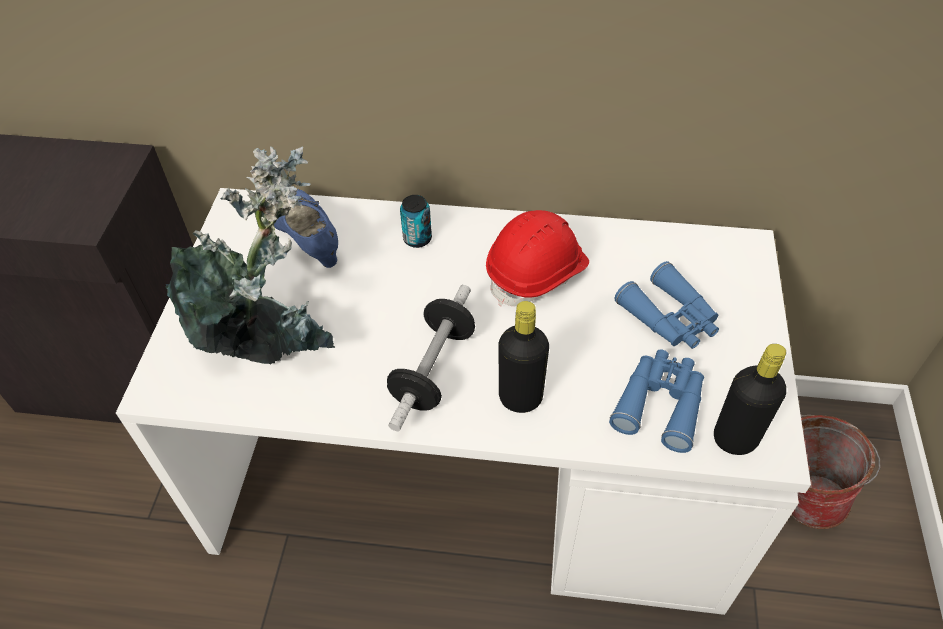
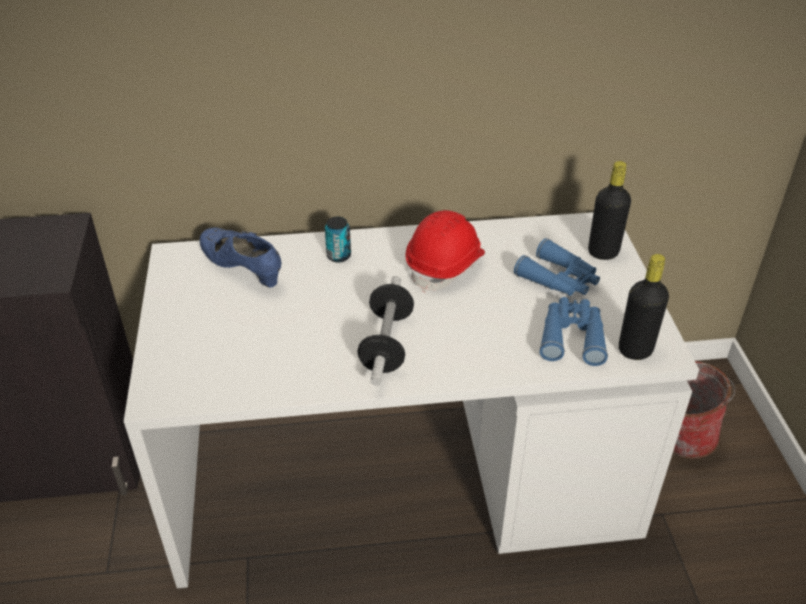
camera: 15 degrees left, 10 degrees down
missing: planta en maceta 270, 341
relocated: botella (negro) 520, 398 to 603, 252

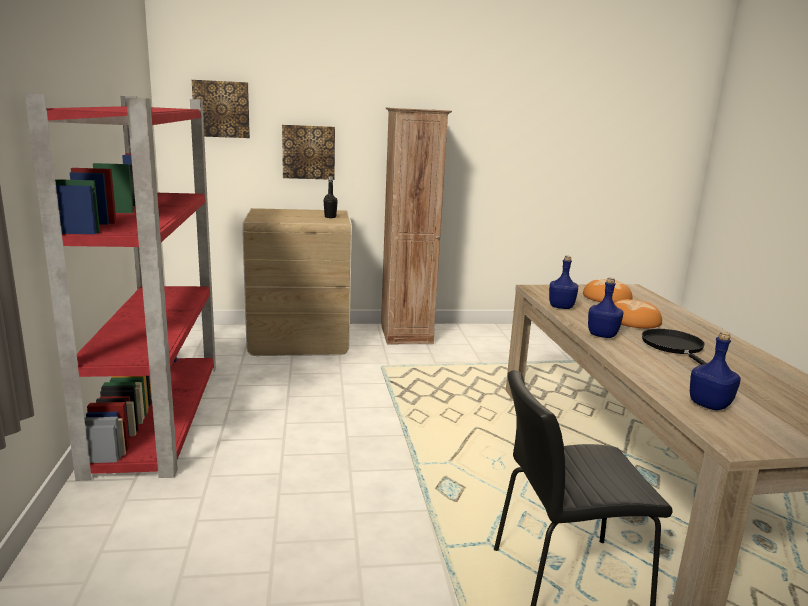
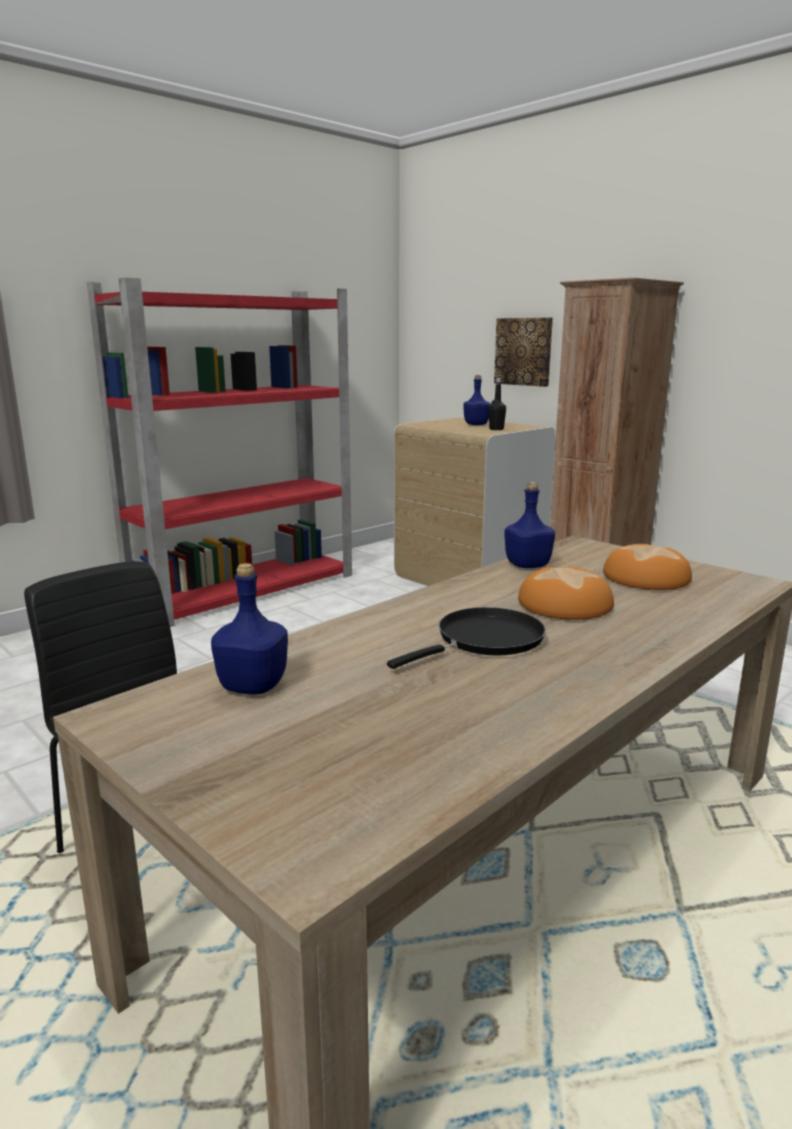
camera: 55 degrees right, 0 degrees up
missing: cuadro 221, 109
relocated: botella (azul) 603, 335 to 476, 424

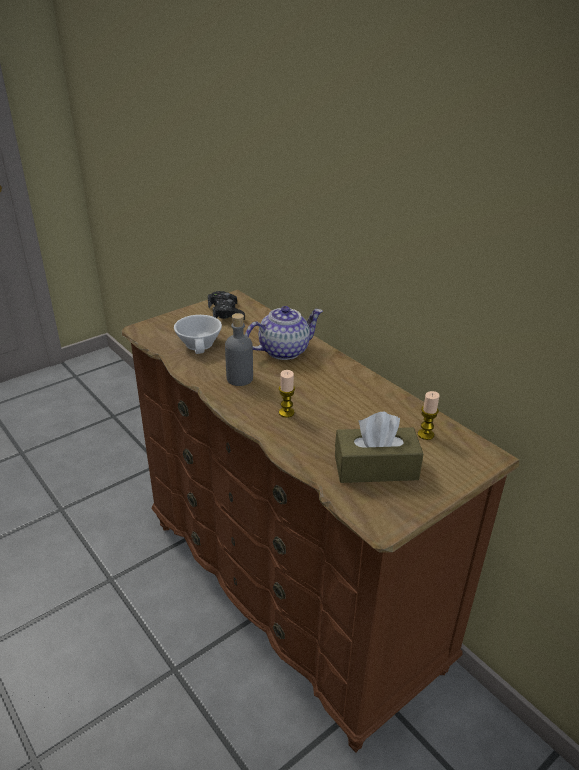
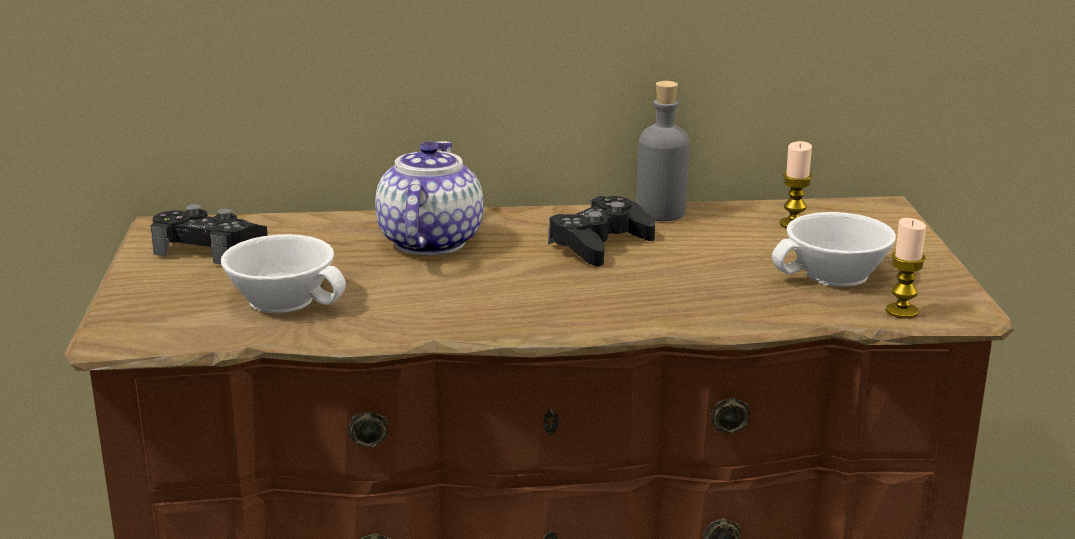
camera: 55 degrees left, 10 degrees down
appeared: mando de consola (negro) 600, 243
relocated: botella (gris) 239, 378 to 661, 212; vela 286, 412 to 902, 311
exchanged: caja de pañuelos (marrón) 376, 468 to taza (blanco) 835, 276

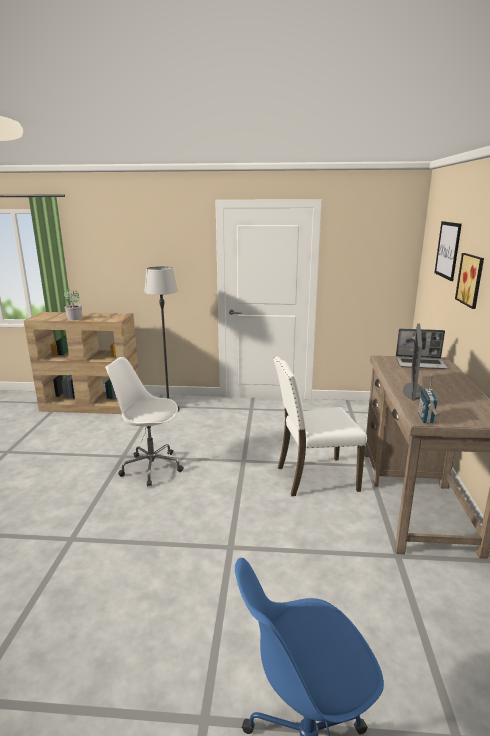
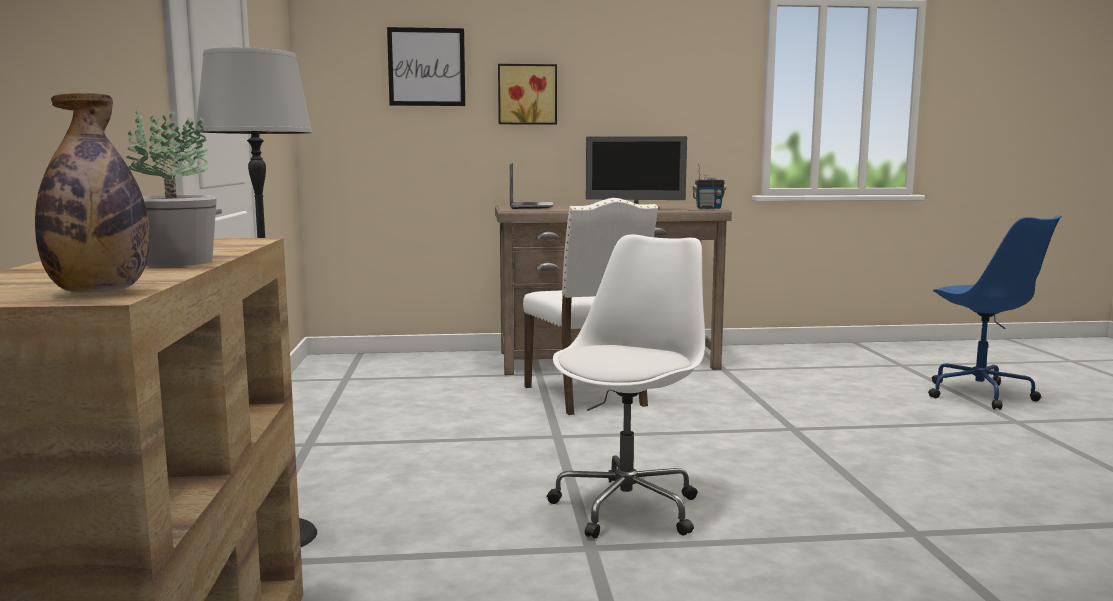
camera: 100 degrees left, 10 degrees down
appeared: botella 99, 292
spun: silla de oficina (blanco) 150, 468 = 628, 507 150 degrees counterclockwise

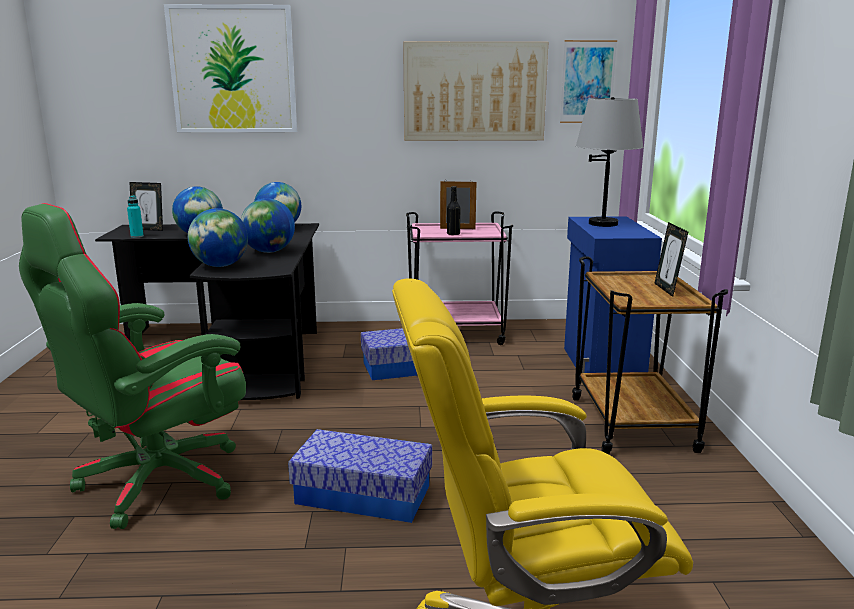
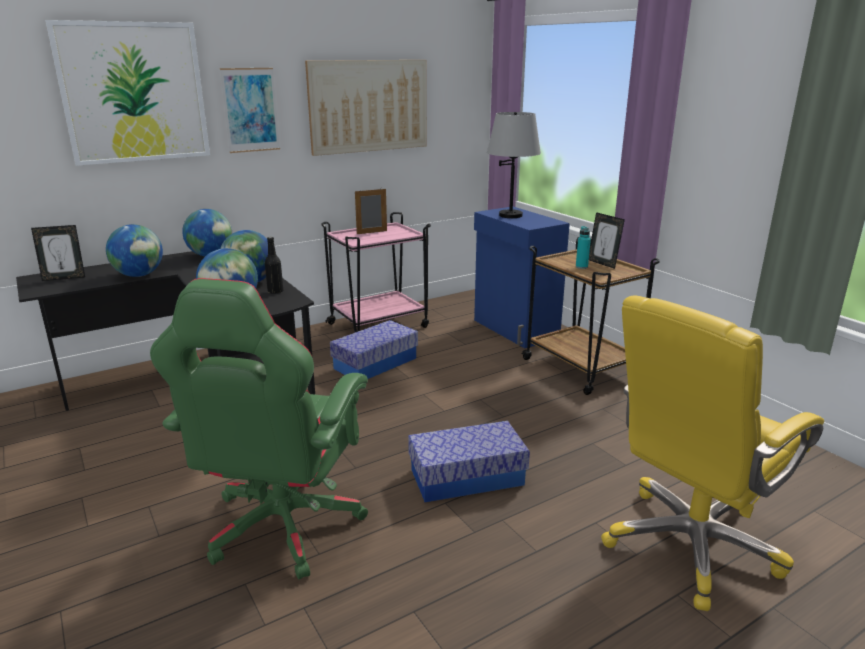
camera: 30 degrees left, 5 degrees up
relocated: cuadro 587, 82 to 250, 110; botella (negro) 453, 234 to 275, 291; botella (turquesa) 137, 236 to 581, 267

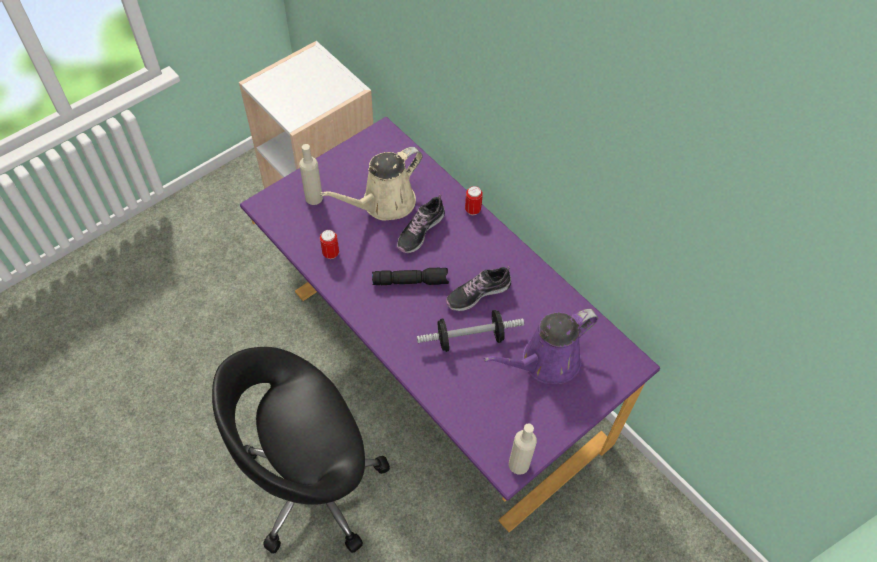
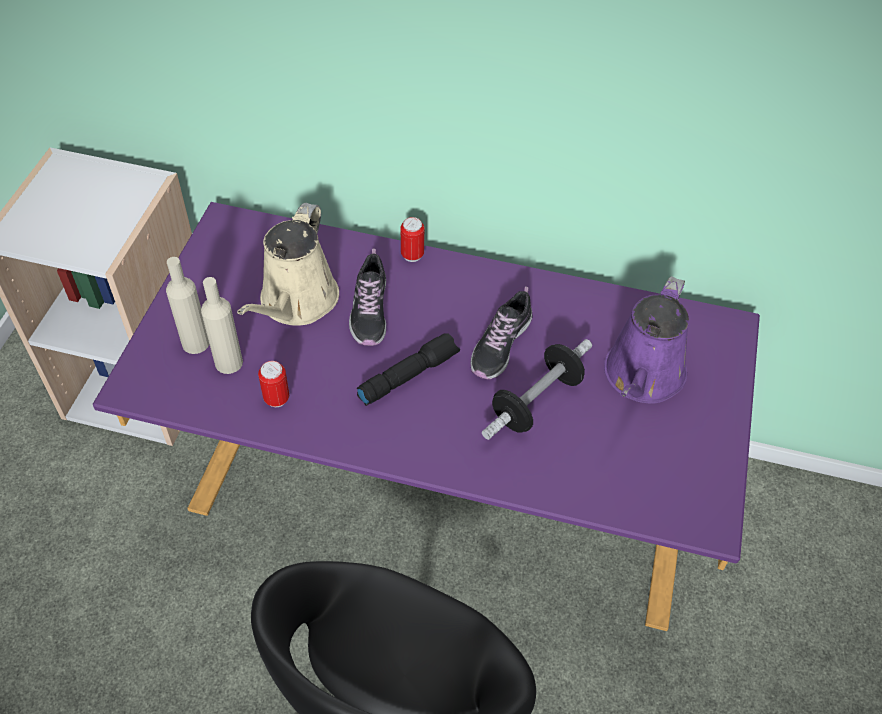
camera: 35 degrees left, 5 degrees down
relocated: botella (beis) 519, 464 to 229, 362

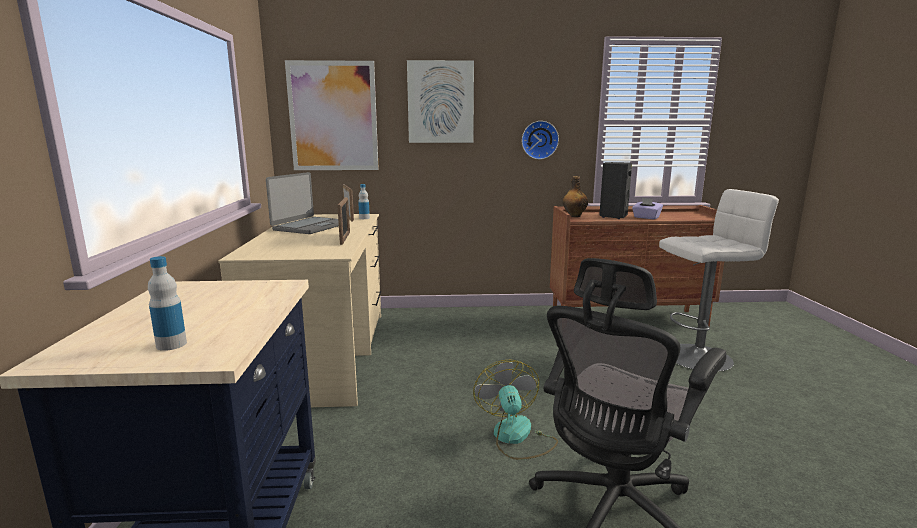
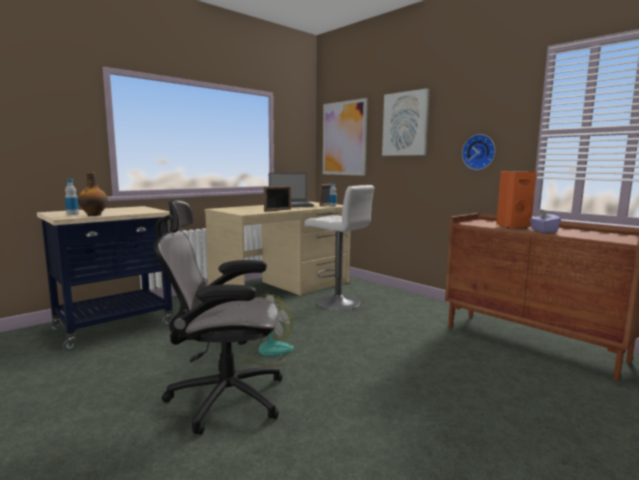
camera: 50 degrees right, 5 degrees down
relocated: botella 574, 216 to 94, 215; taburete (blanco) 699, 358 to 338, 303
colour: altavoz (negro) 612, 216 to altavoz (naranja) 512, 226

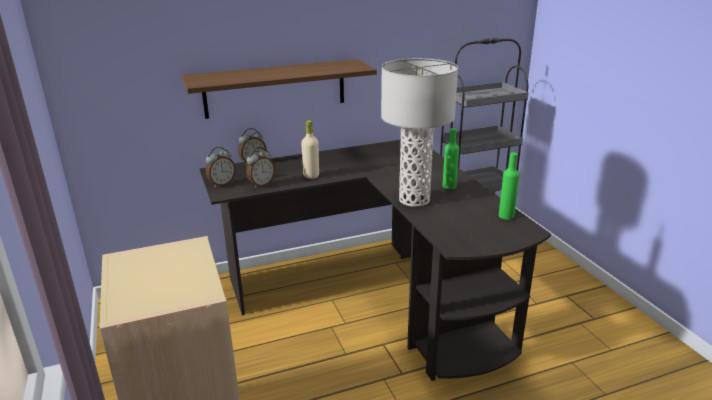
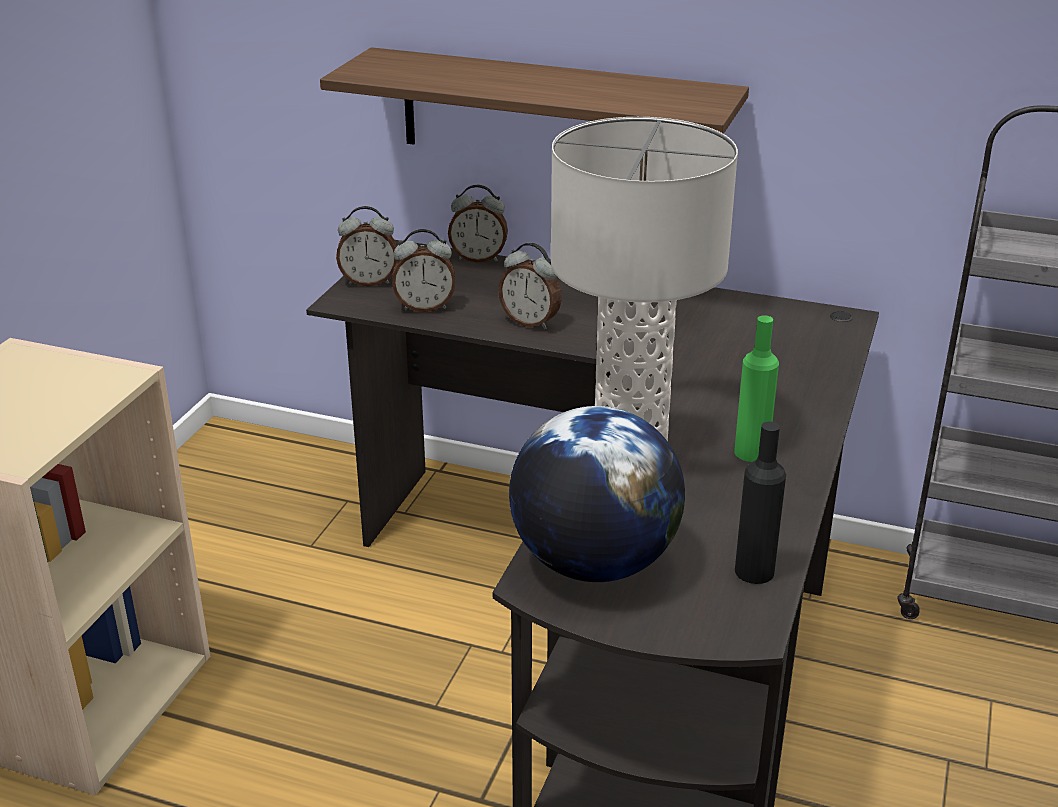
camera: 40 degrees right, 5 degrees up
appeared: globo terráqueo 594, 563
exchanged: botella (beis) 311, 176 to despertador 531, 322
colour: botella (verde) 506, 216 to botella (negro) 754, 571

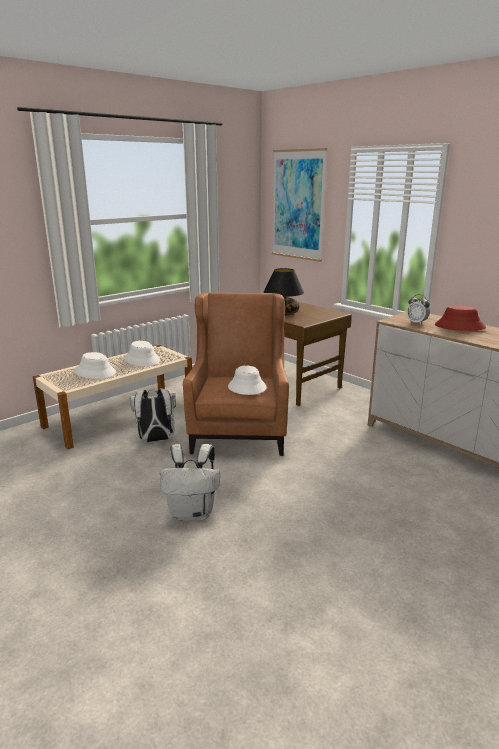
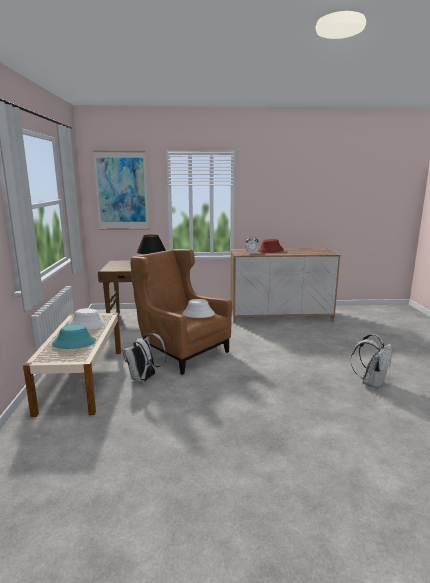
camera: 50 degrees left, 5 degrees down
relocated: mochila (blanco) 193, 513 to 371, 383
colour: sombrero (blanco) 95, 372 to sombrero (turquesa) 74, 343

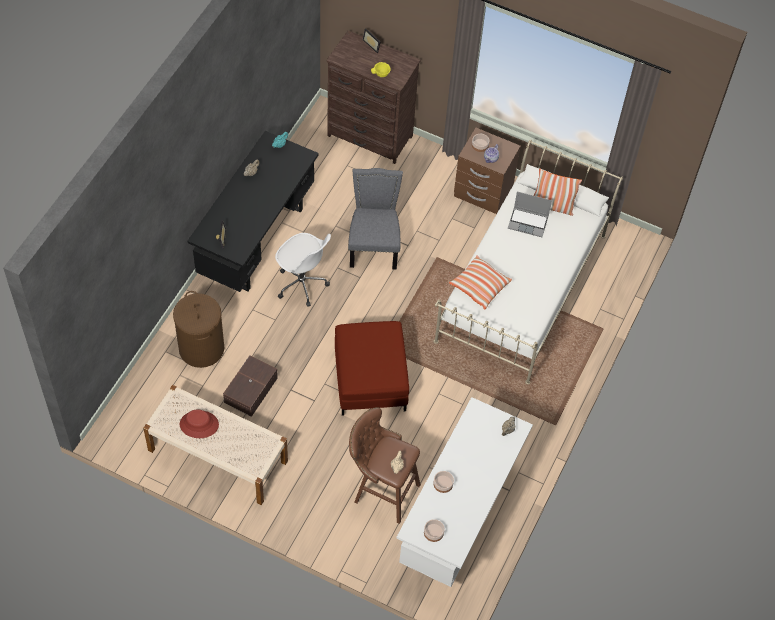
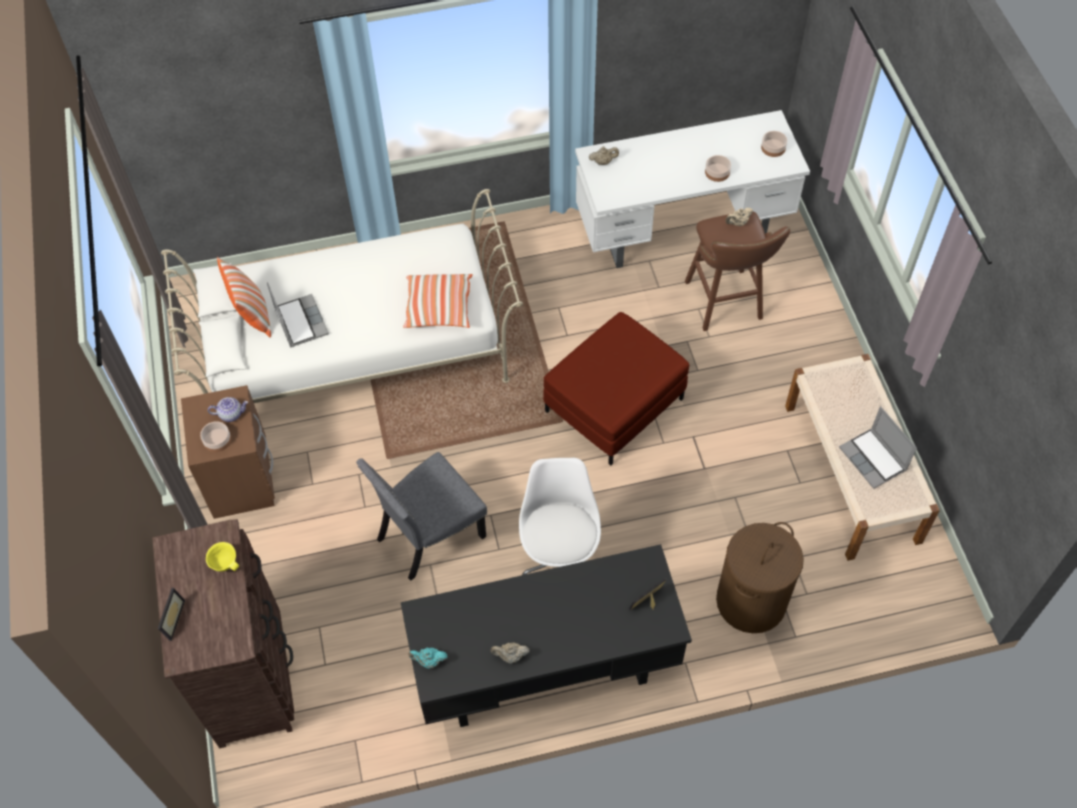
camera: 125 degrees left, 0 degrees up
missing: caja de almacenaje (marrón) 249, 390
exchanged: sombrero (rojo) 199, 425 to portátil 874, 459

